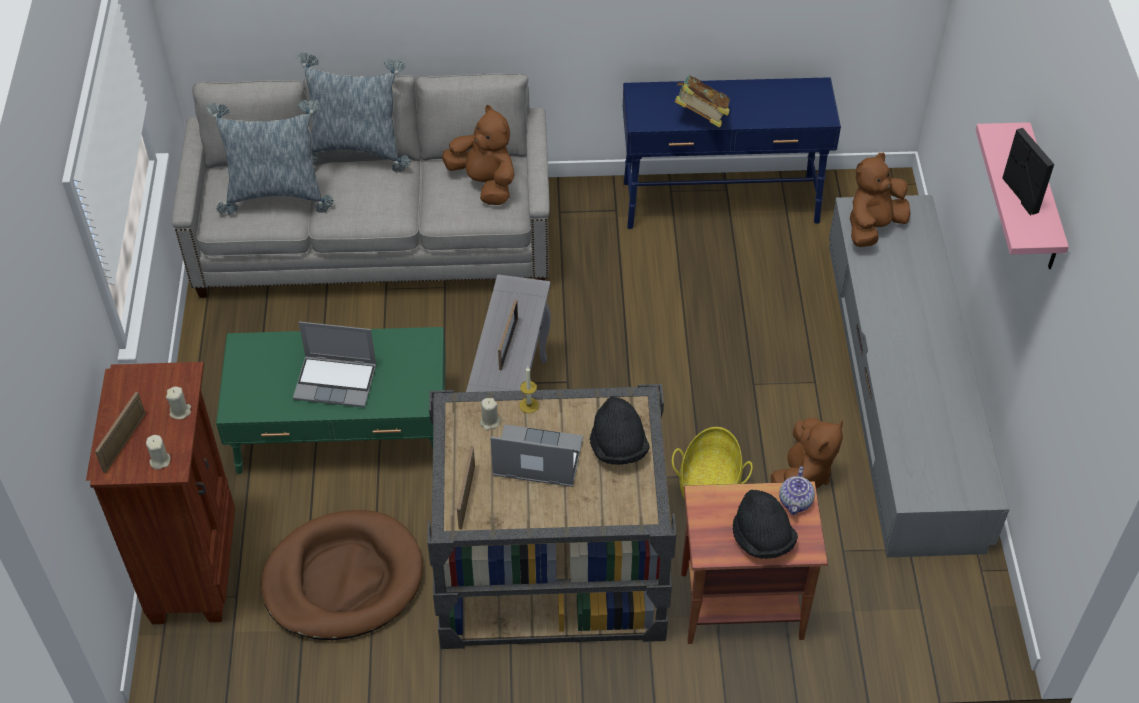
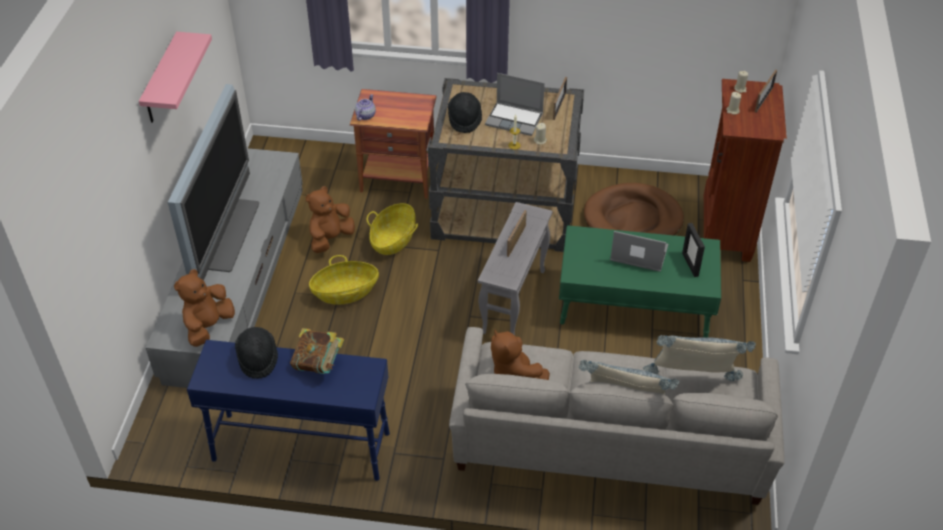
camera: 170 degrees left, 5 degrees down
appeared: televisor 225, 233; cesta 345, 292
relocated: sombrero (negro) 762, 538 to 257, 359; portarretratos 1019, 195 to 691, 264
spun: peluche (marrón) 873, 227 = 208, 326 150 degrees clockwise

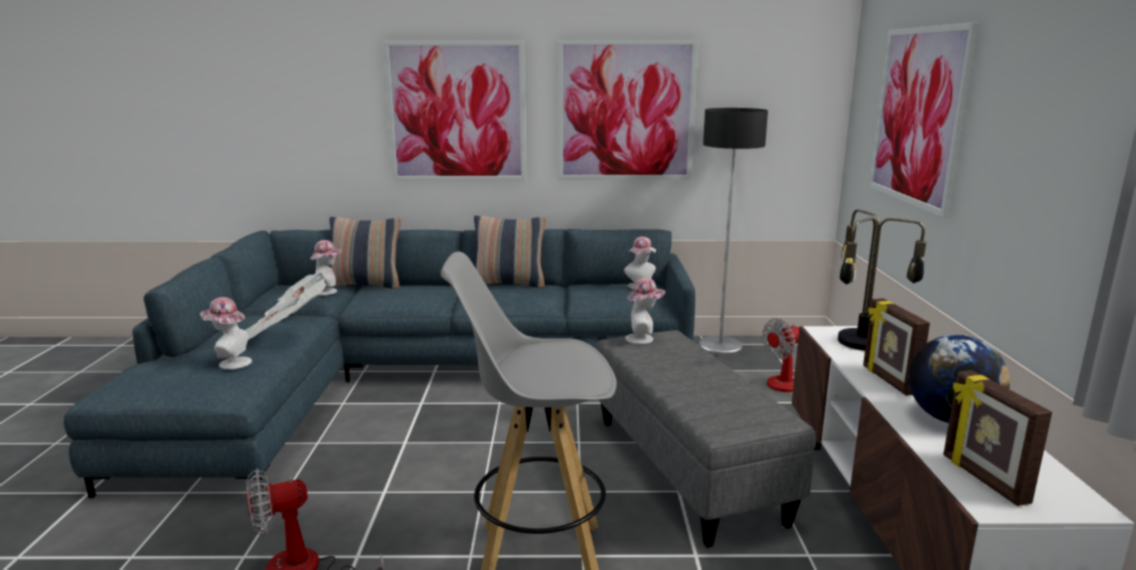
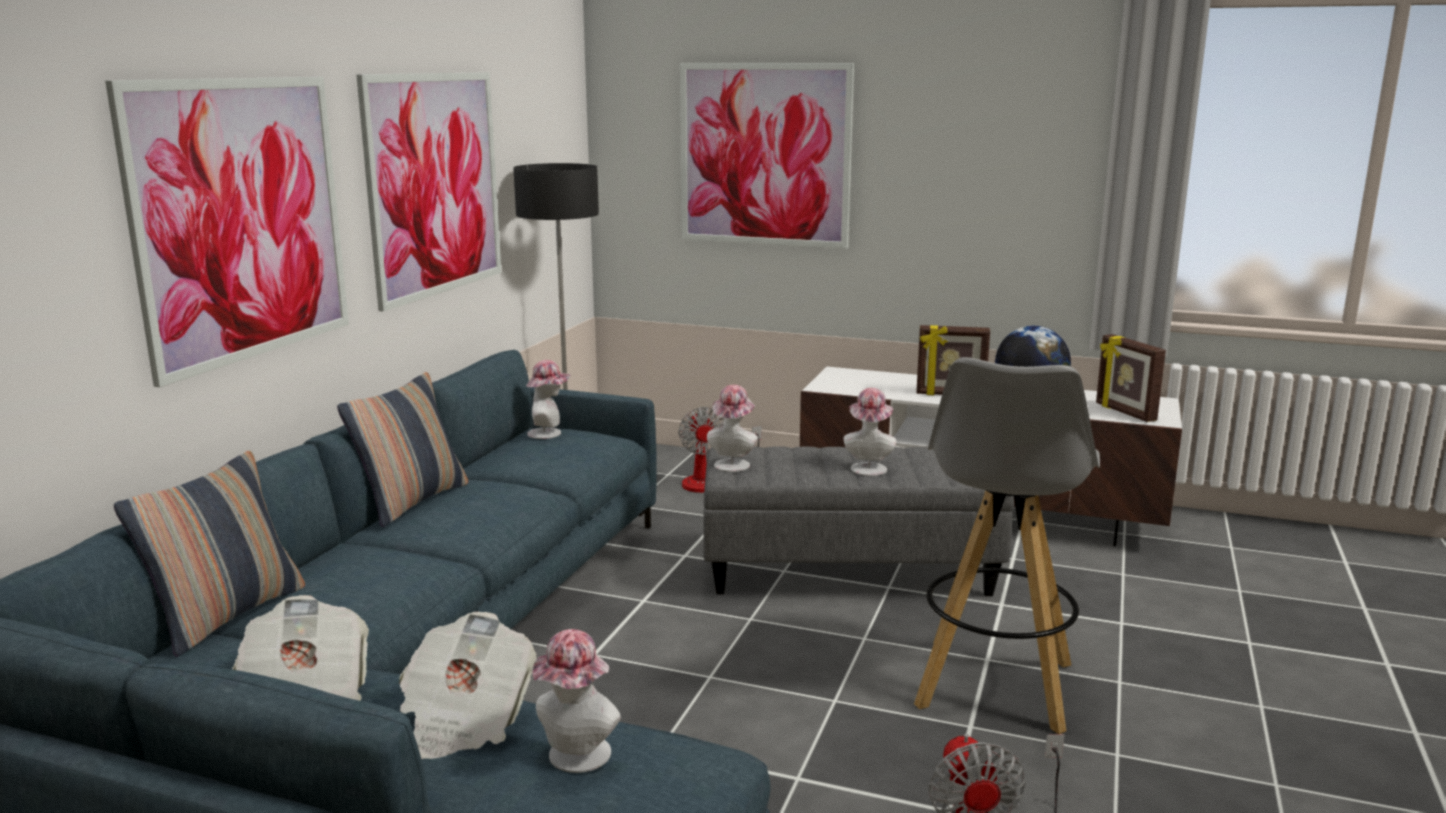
camera: 70 degrees left, 0 degrees up
missing: lámpara de mesa 861, 342
relocated: sombrero 328, 291 to 868, 467
spun: portarretratos 983, 479 = 1124, 412 60 degrees clockwise

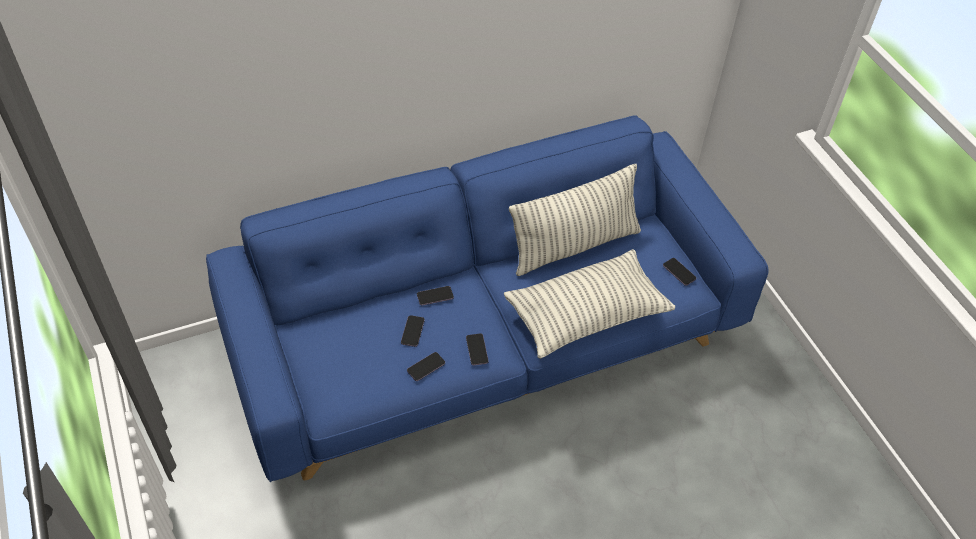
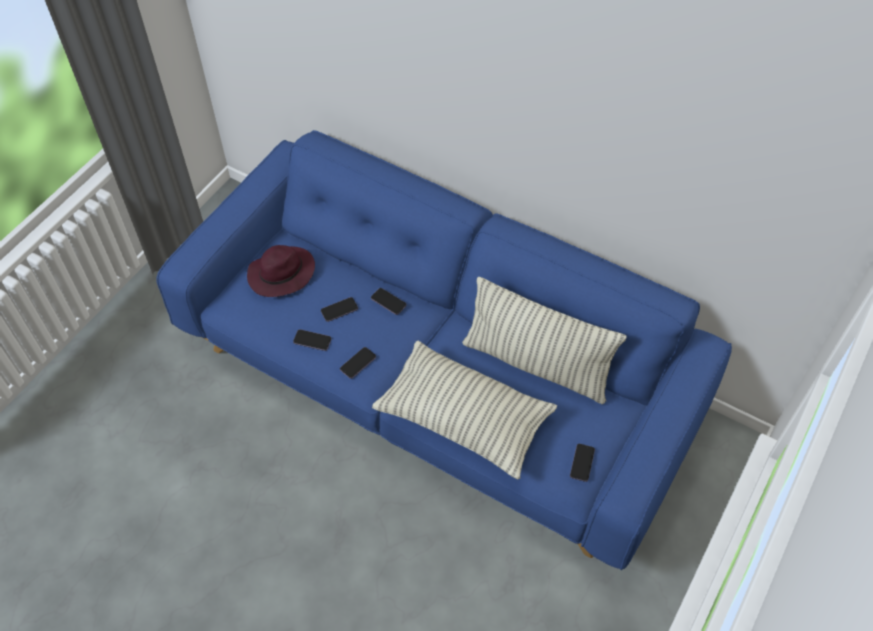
camera: 55 degrees right, 5 degrees up
appeared: sombrero (morado) 281, 275

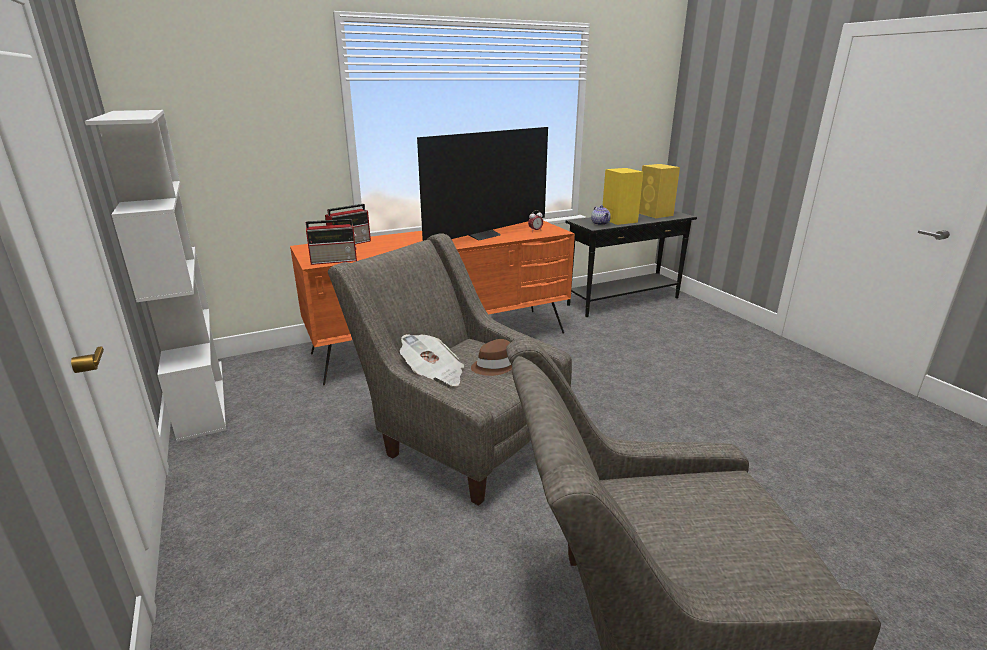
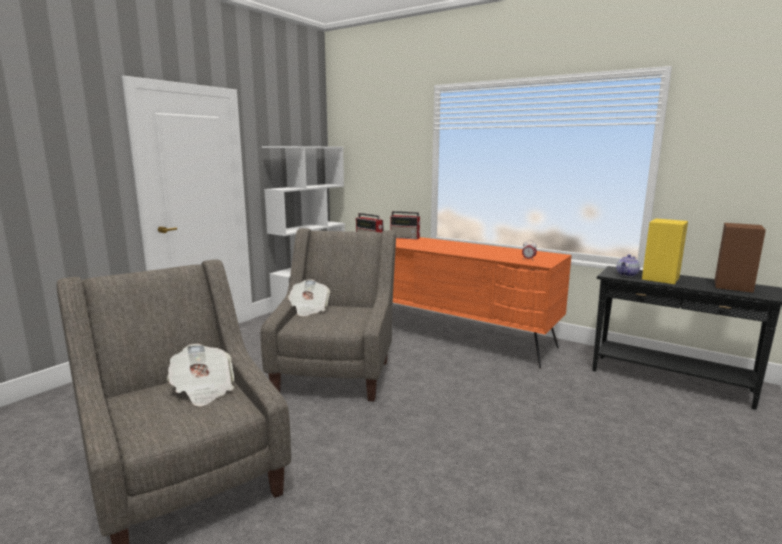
camera: 60 degrees right, 10 degrees down
missing: televisor 483, 235; sombrero (marrón) 494, 365
appeared: periódico 203, 390
colour: altavoz (amarillo) 655, 214 to altavoz (marrón) 733, 286

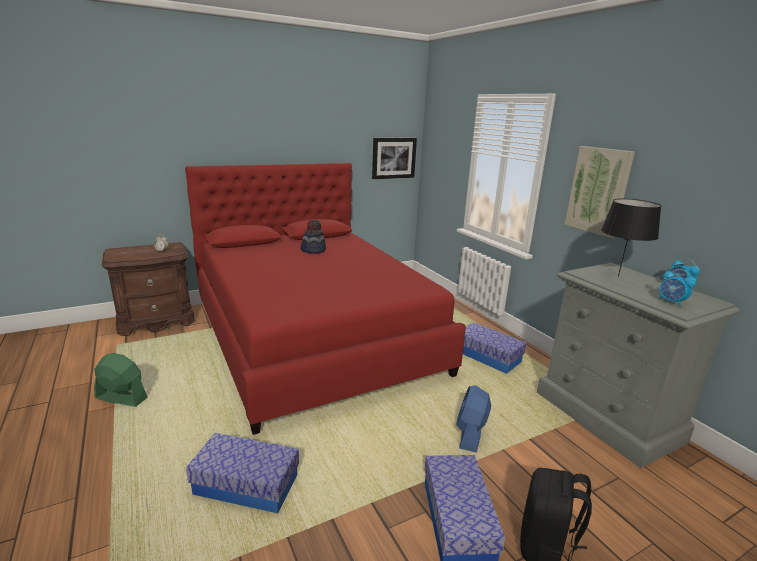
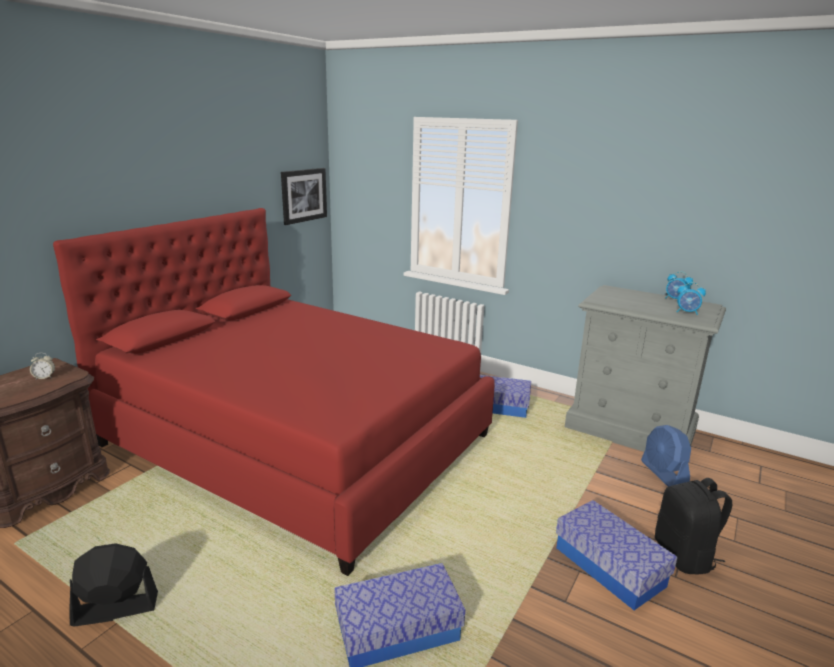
camera: 30 degrees left, 0 degrees up
missing: sombrero 313, 250; cuadro 598, 191; lámpara de mesa (negro) 617, 276
relocated: ventilador (azul) 470, 434 to 663, 474
colour: ventilador (verde) 121, 398 to ventilador (negro) 115, 609

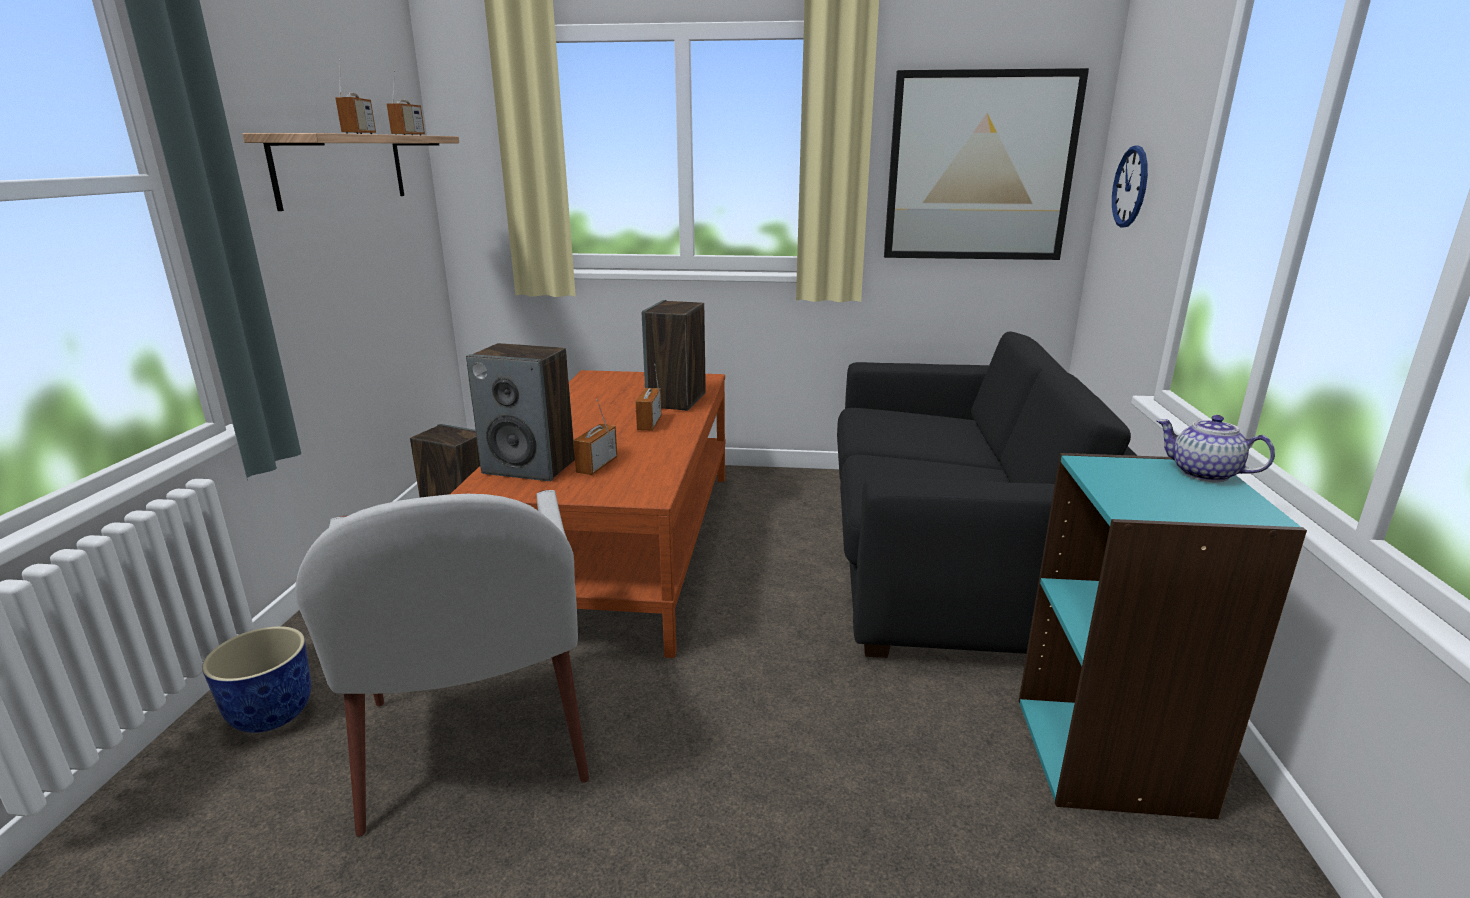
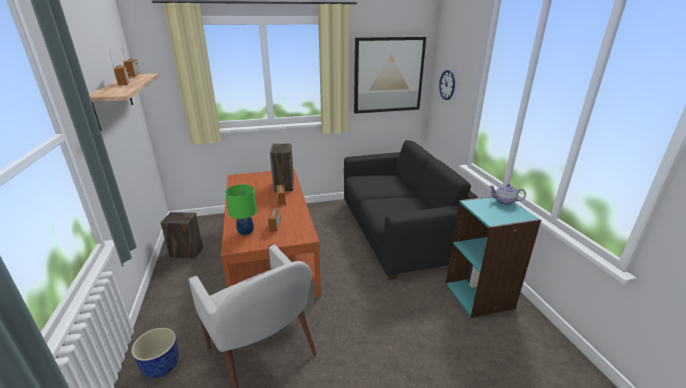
camera: 20 degrees left, 5 degrees up
exchanged: altavoz 530, 467 to lámpara de mesa (verde) 246, 232

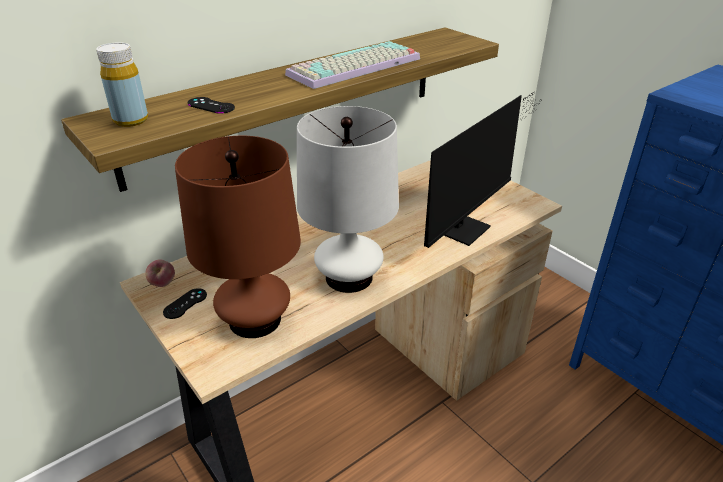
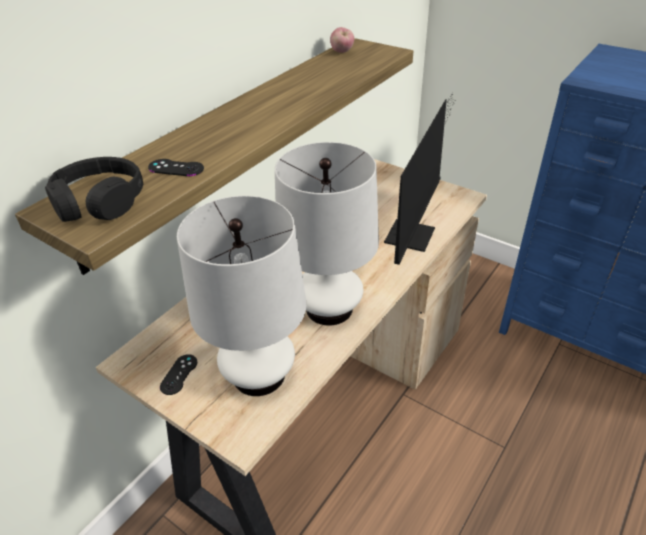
camera: 15 degrees left, 5 degrees up
missing: teclado 355, 68
relocated: manzana 163, 284 to 342, 52
exchanged: botella (amarillo) 131, 120 to auriculares (negro) 99, 201
colour: lámpara de mesa (marrón) 255, 319 to lámpara de mesa (blanco) 259, 374

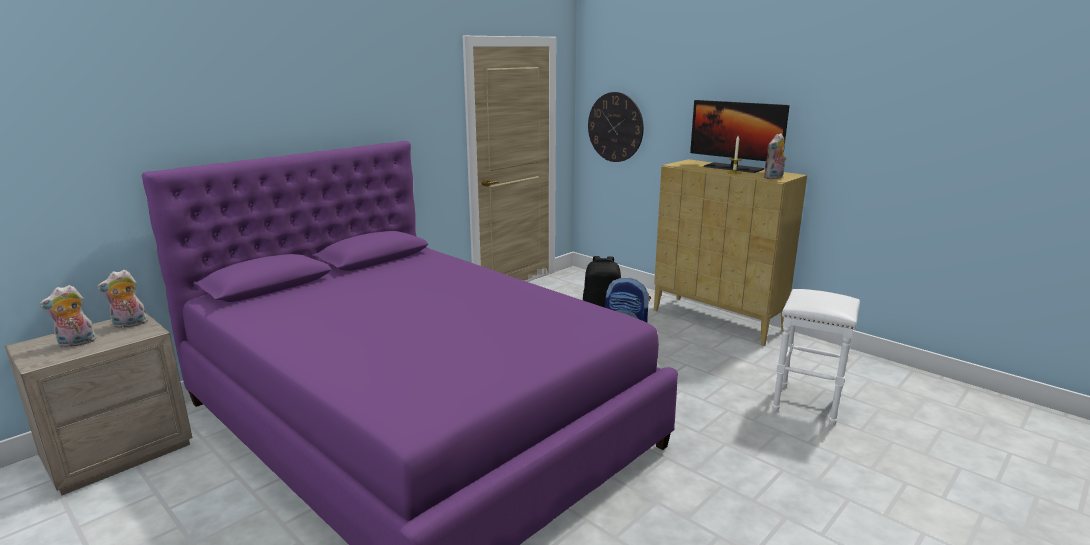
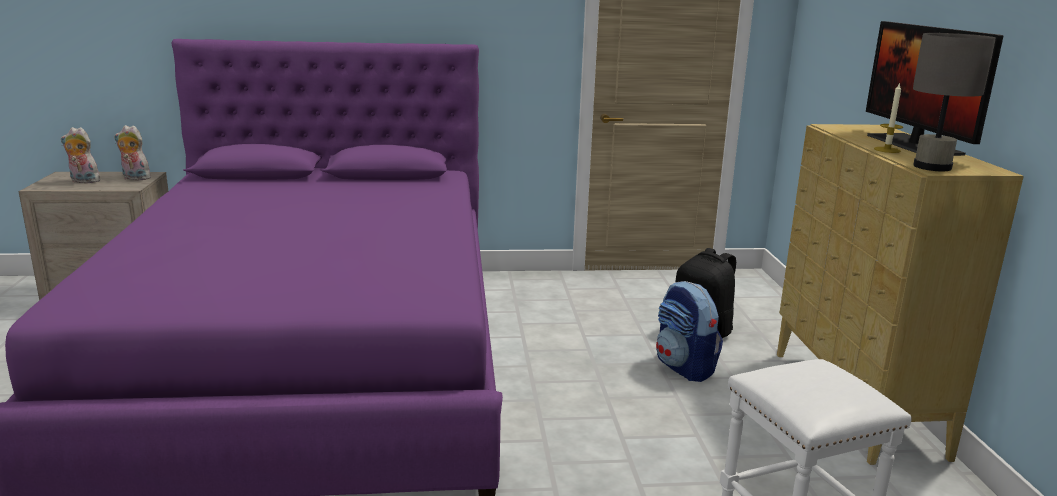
camera: 40 degrees right, 0 degrees up
missing: reloj de pared 615, 127
exchanged: peluche 774, 178 to lámpara de mesa (gris) 932, 167

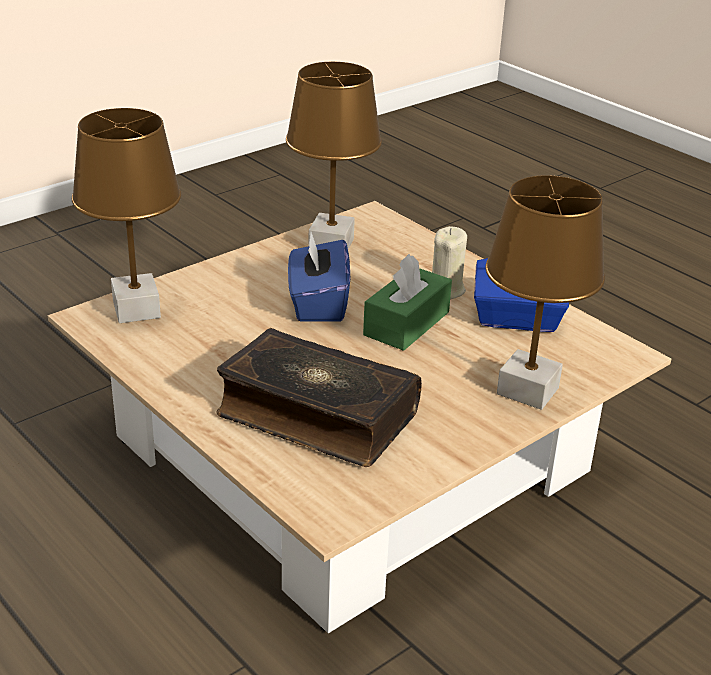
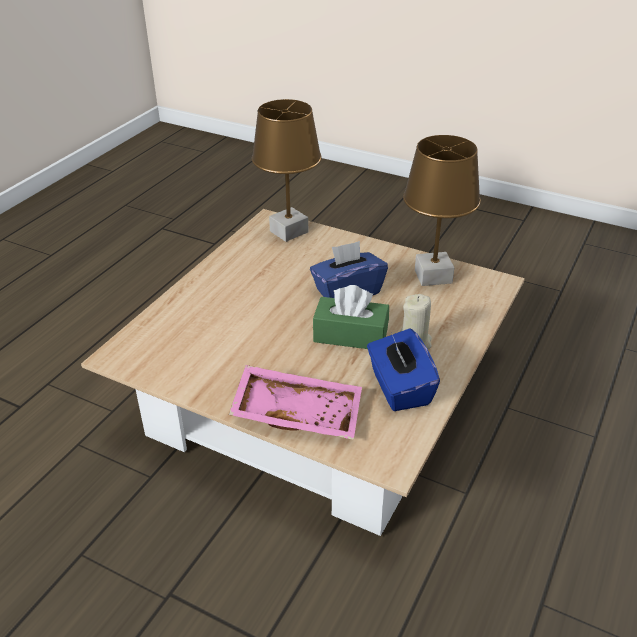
camera: 70 degrees right, 5 degrees up
missing: libro 316, 415
exchanged: lámpara de mesa (marrón) 526, 391 to bandeja (rosa) 298, 412

